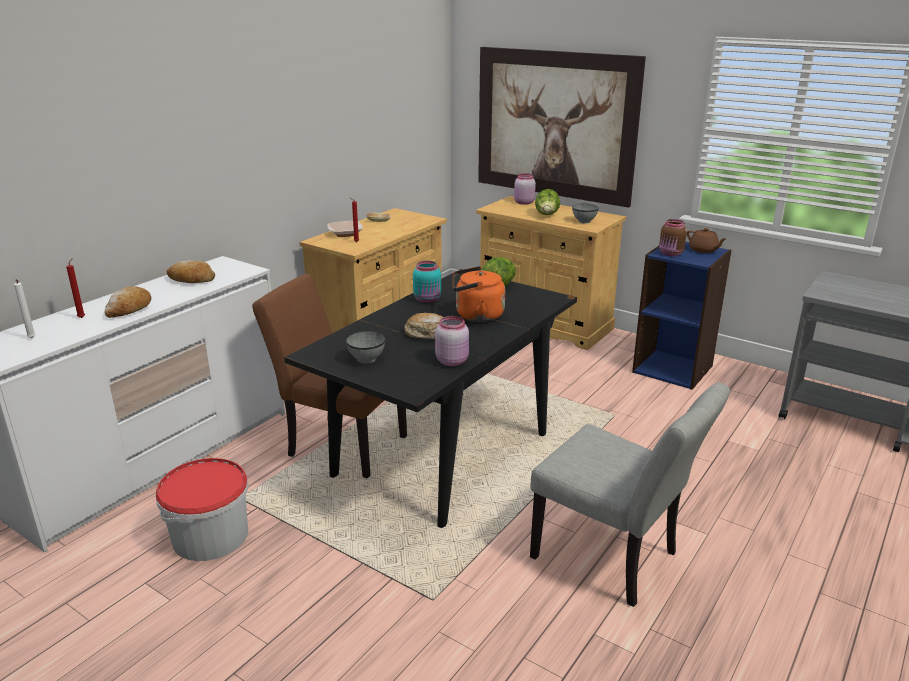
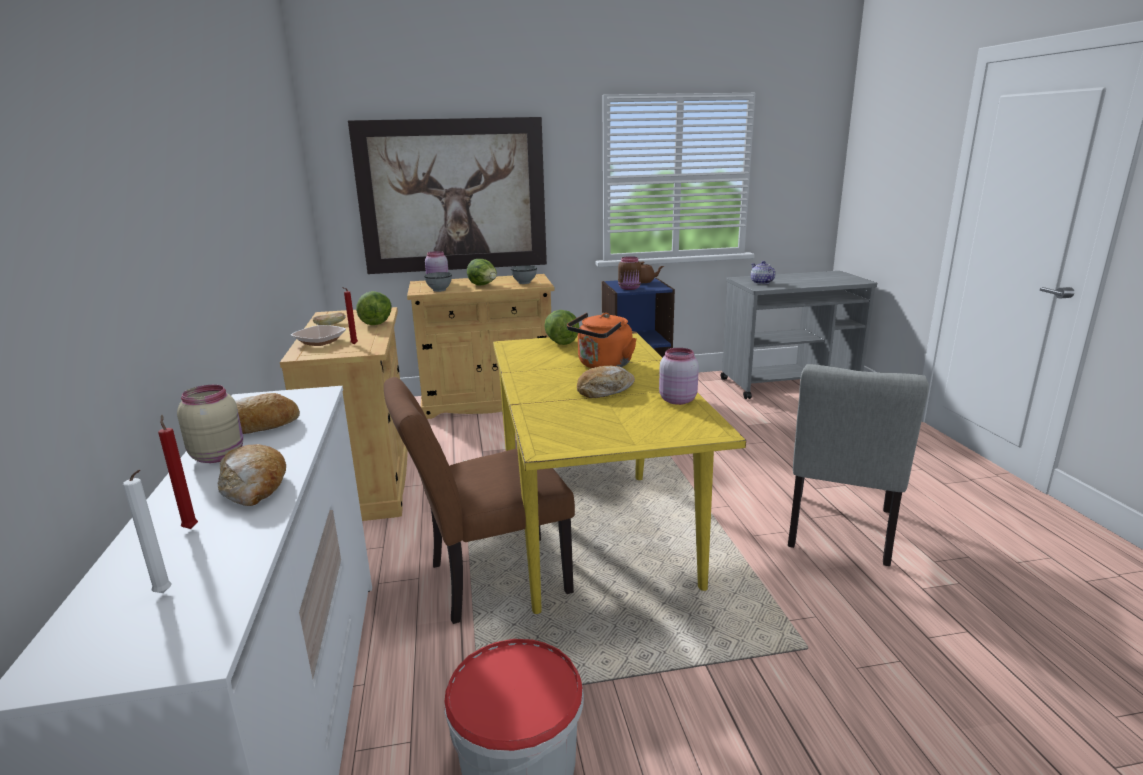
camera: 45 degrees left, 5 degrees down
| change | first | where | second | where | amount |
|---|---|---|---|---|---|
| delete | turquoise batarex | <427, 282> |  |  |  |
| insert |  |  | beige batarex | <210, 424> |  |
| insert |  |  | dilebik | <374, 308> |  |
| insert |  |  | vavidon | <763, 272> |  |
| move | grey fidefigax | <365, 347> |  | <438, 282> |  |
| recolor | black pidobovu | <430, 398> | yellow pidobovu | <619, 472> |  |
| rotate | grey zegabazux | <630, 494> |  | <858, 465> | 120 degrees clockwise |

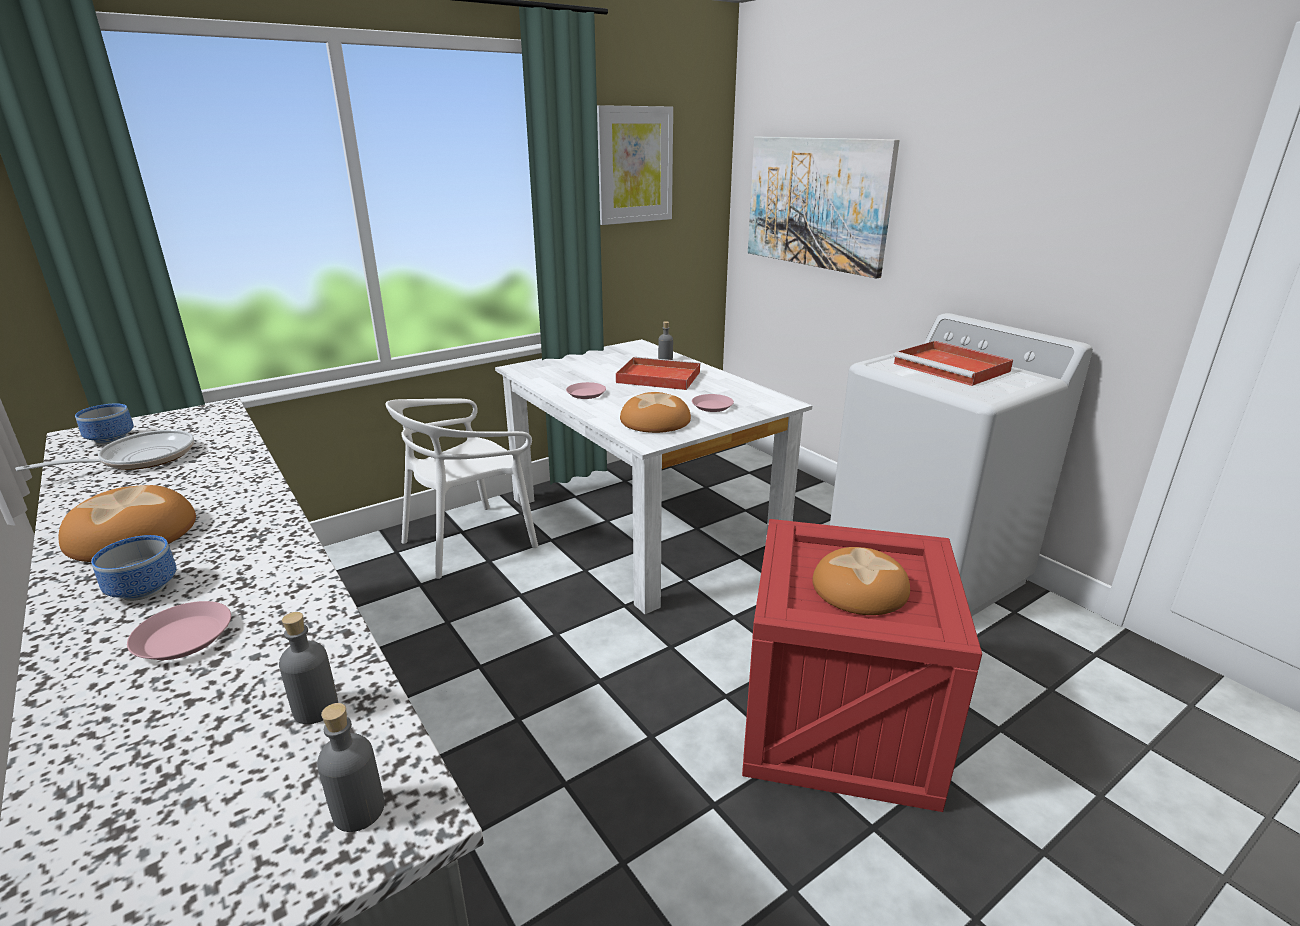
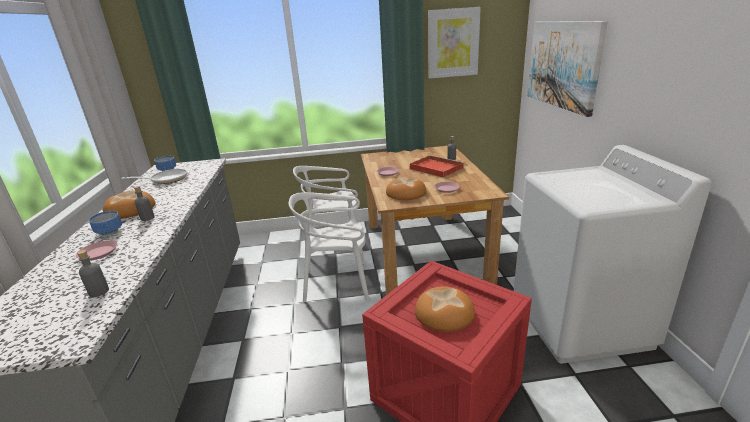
camera: 30 degrees right, 0 degrees up
| change | first | where | second | where | amount |
|---|---|---|---|---|---|
| delete | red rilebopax | <953, 363> |  |  |  |
| insert |  |  | white zegabazux | <329, 247> |  |
| move | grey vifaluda | <351, 767> |  | <144, 203> |  |
| recolor | white pidobovu | <653, 476> | brown pidobovu | <435, 220> |  |

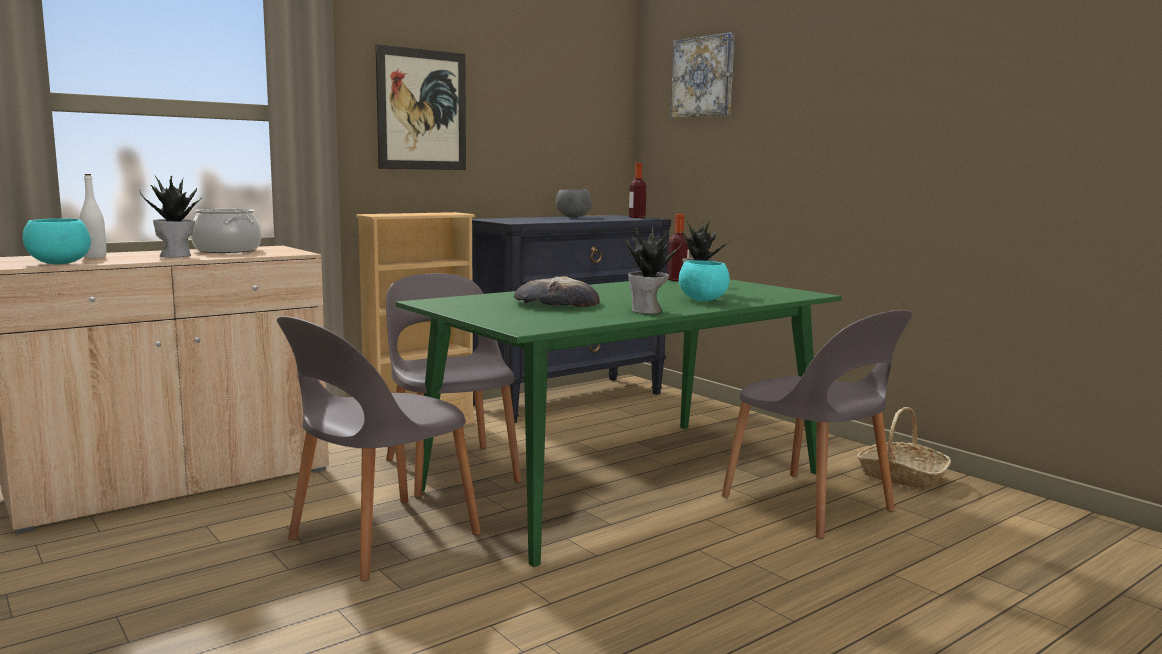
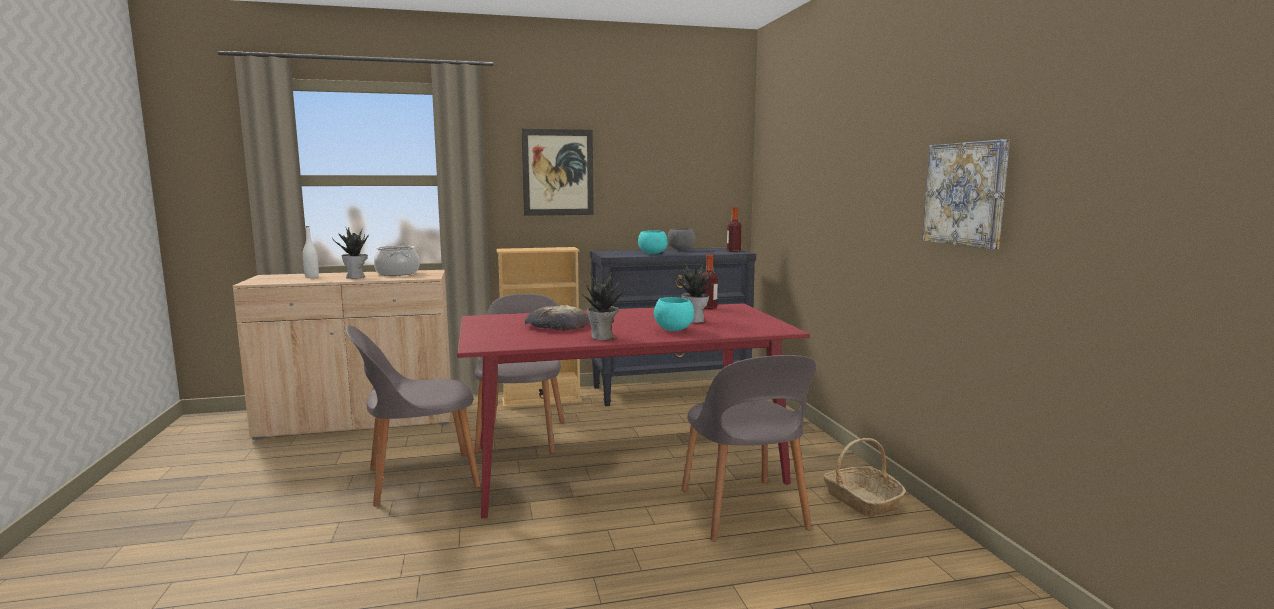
camera: 25 degrees right, 0 degrees up
| change | first | where | second | where | amount |
|---|---|---|---|---|---|
| move | turquoise fidefigax | <57, 241> |  | <653, 242> |  |
| move | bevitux | <702, 75> |  | <966, 194> |  |
| recolor | green pidobovu | <619, 423> | red pidobovu | <633, 411> |  |

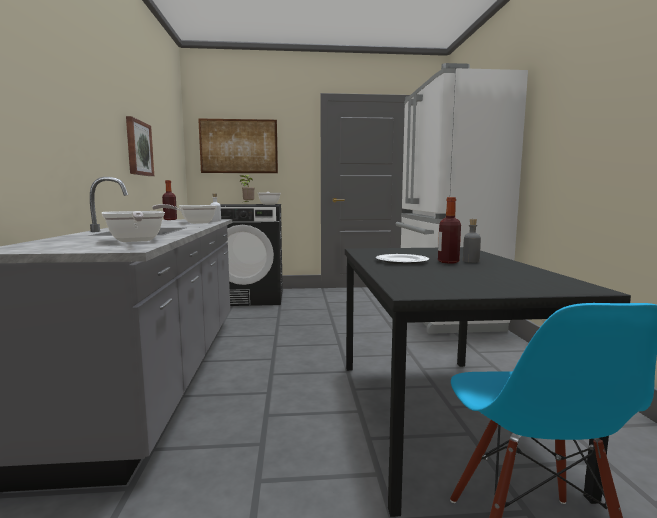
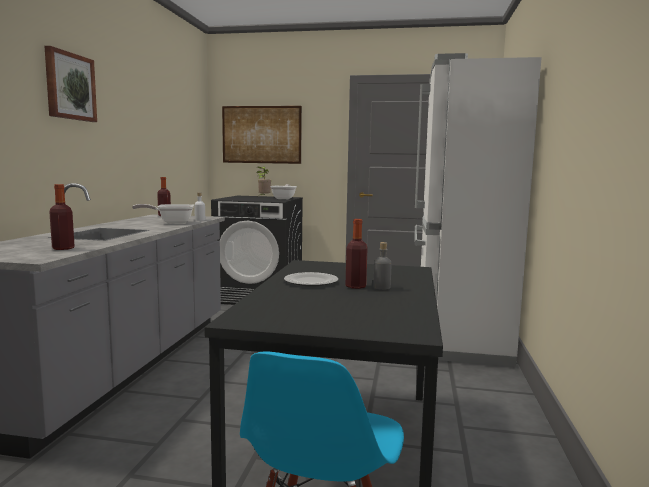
camera: 15 degrees right, 0 degrees up
| change | first | where | second | where | amount |
|---|---|---|---|---|---|
| move | bevitux | <140, 146> |  | <70, 84> |  |
| replace | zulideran | <133, 226> | vifaluda | <62, 217> |  |

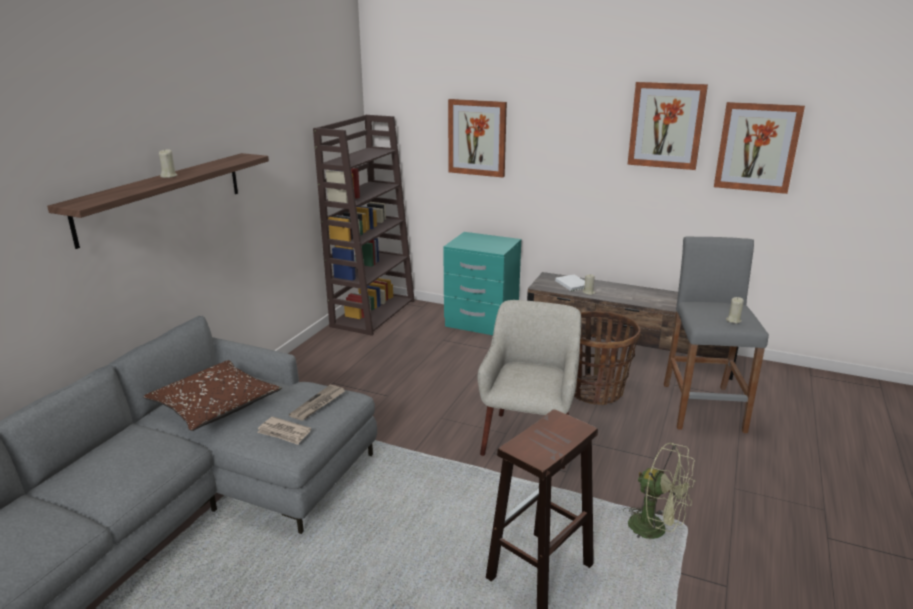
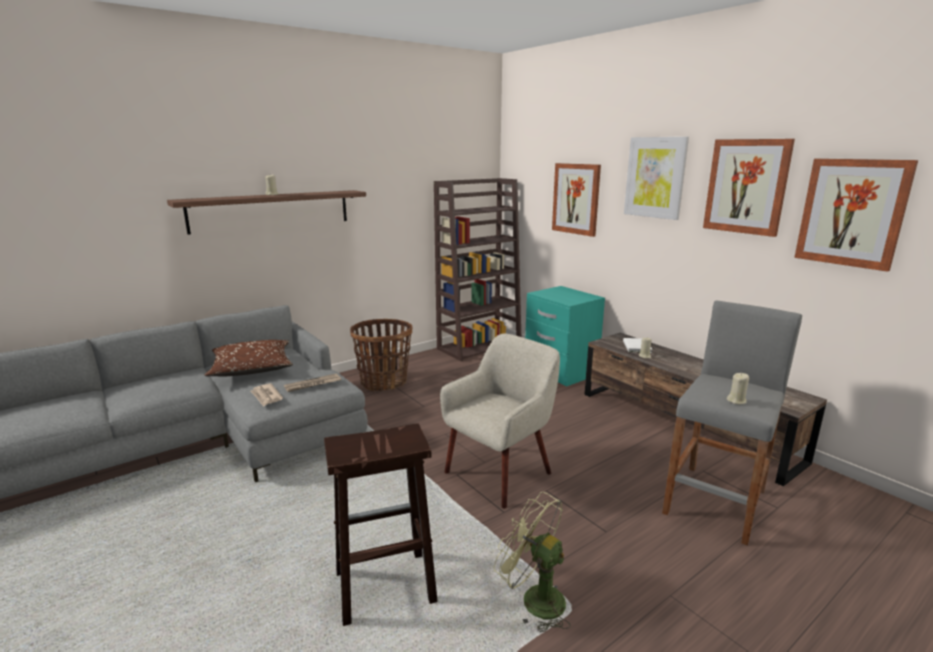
camera: 30 degrees right, 5 degrees down
| change | first | where | second | where | amount |
|---|---|---|---|---|---|
| insert |  |  | bevitux | <656, 178> |  |
| move | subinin | <607, 358> |  | <381, 355> |  |
| rotate | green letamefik | <659, 491> |  | <532, 562> | 150 degrees clockwise |

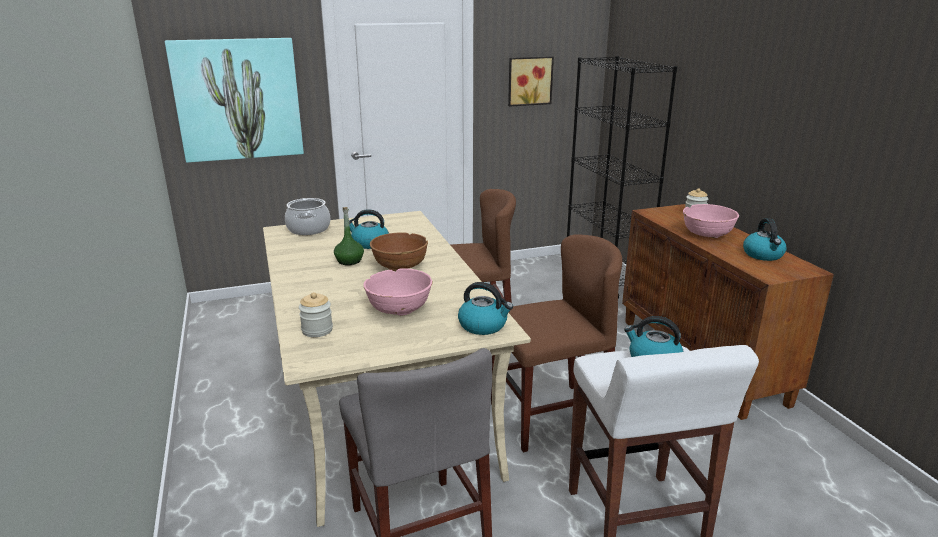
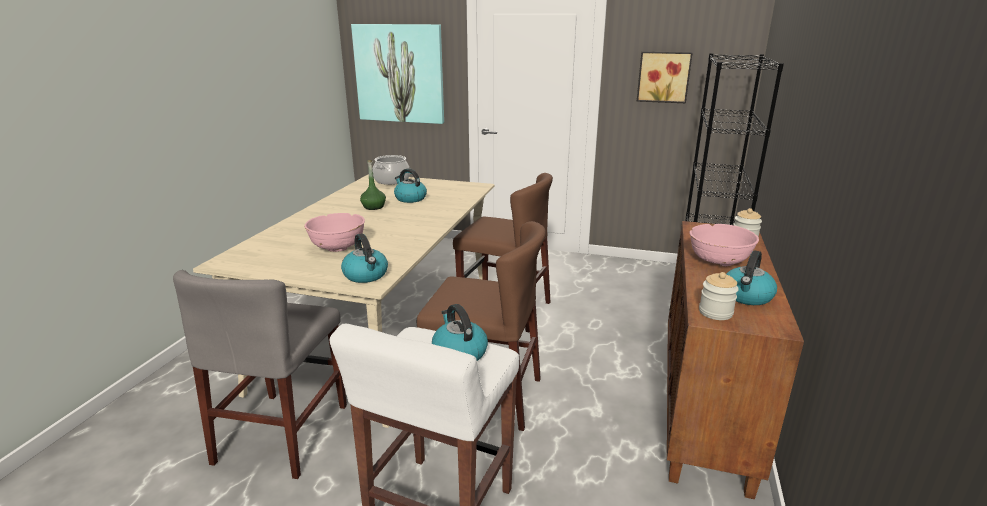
camera: 35 degrees right, 0 degrees up
| change | first | where | second | where | amount |
|---|---|---|---|---|---|
| delete | brown fidefigax | <399, 251> |  |  |  |
| move | batarex | <316, 314> |  | <719, 296> |  |

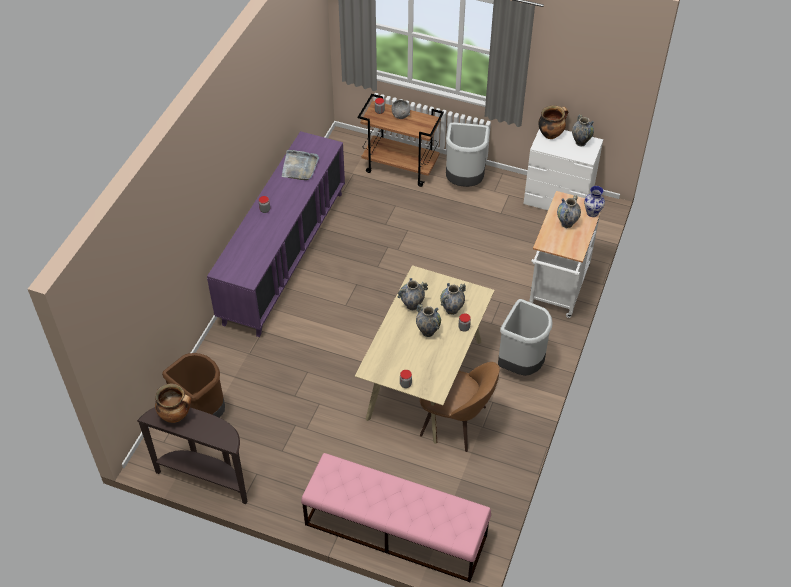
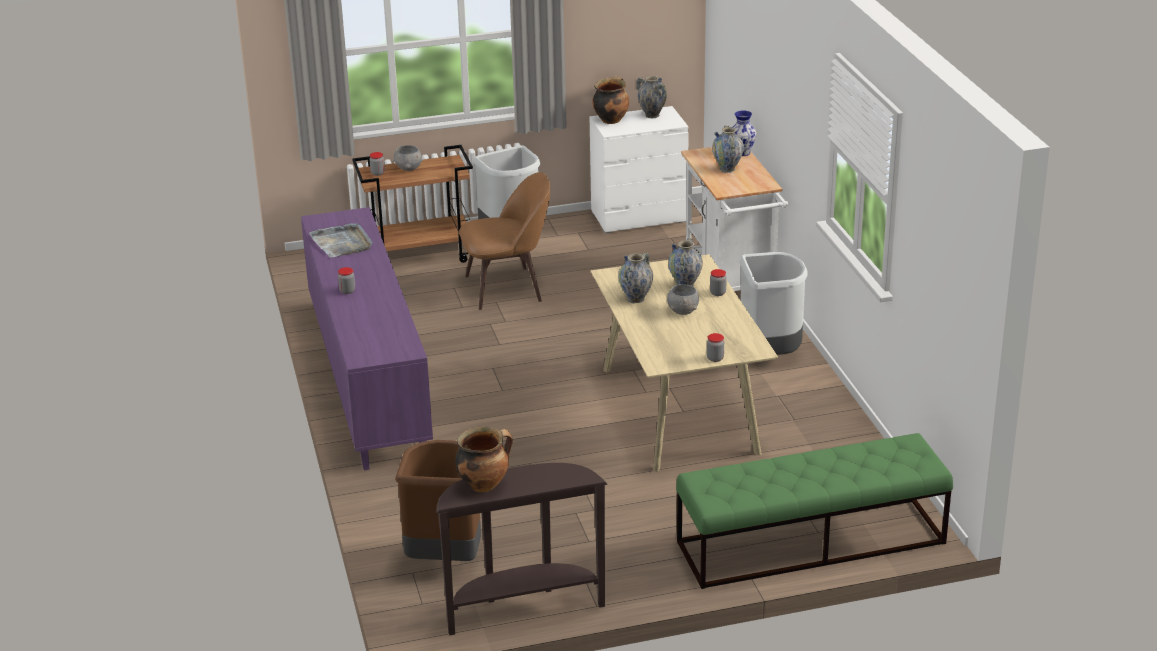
camera: 35 degrees left, 20 degrees down
| change | first | where | second | where | amount |
|---|---|---|---|---|---|
| move | brown zegabazux | <460, 407> |  | <504, 241> |  |
| replace | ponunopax | <428, 320> | grey fidefigax | <683, 299> |  |
| recolor | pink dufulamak | <396, 517> | green dufulamak | <814, 511> |  |

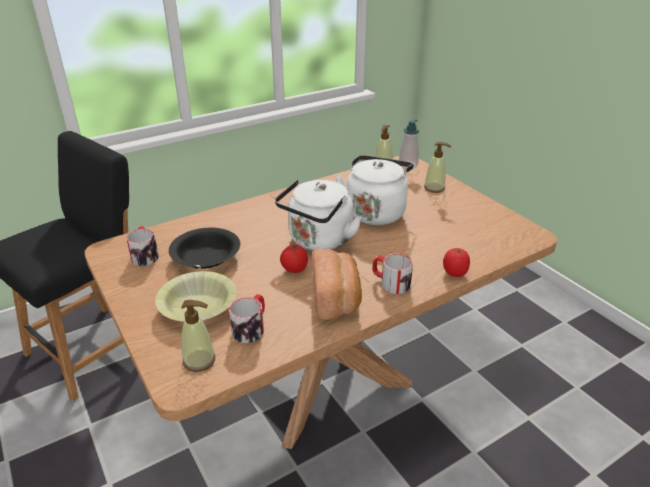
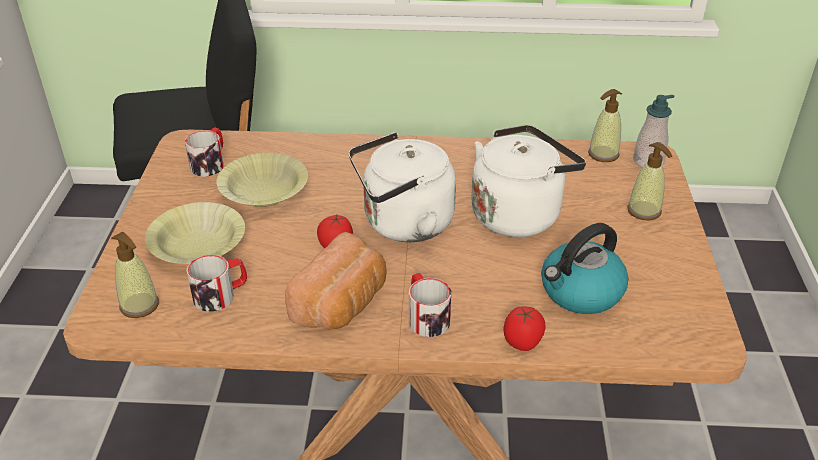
camera: 35 degrees right, 5 degrees up
| change | first | where | second | where | amount |
|---|---|---|---|---|---|
| insert |  |  | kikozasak | <584, 268> |  |
| recolor | black fidefigax | <204, 248> | yellow fidefigax | <262, 180> |  |

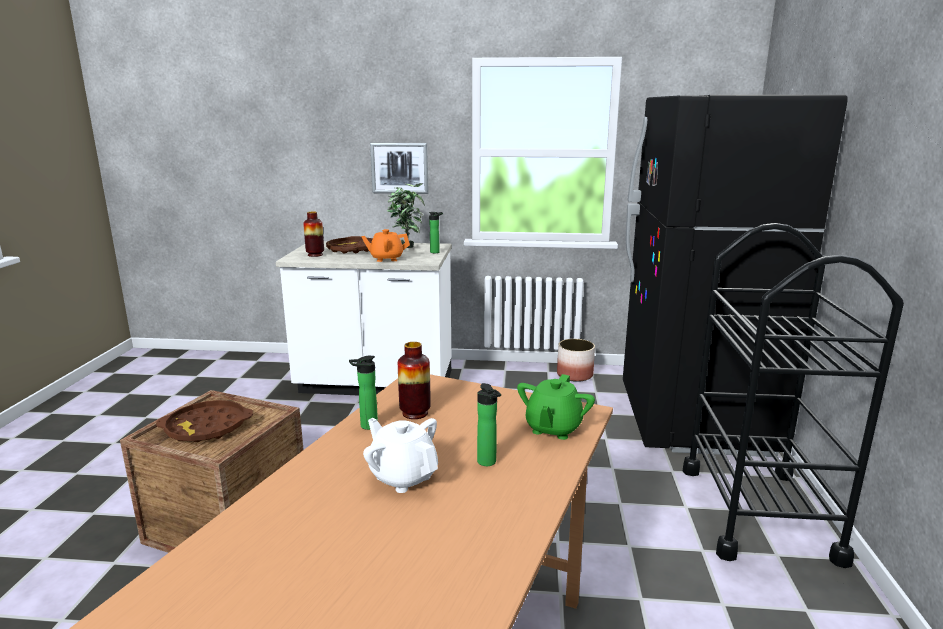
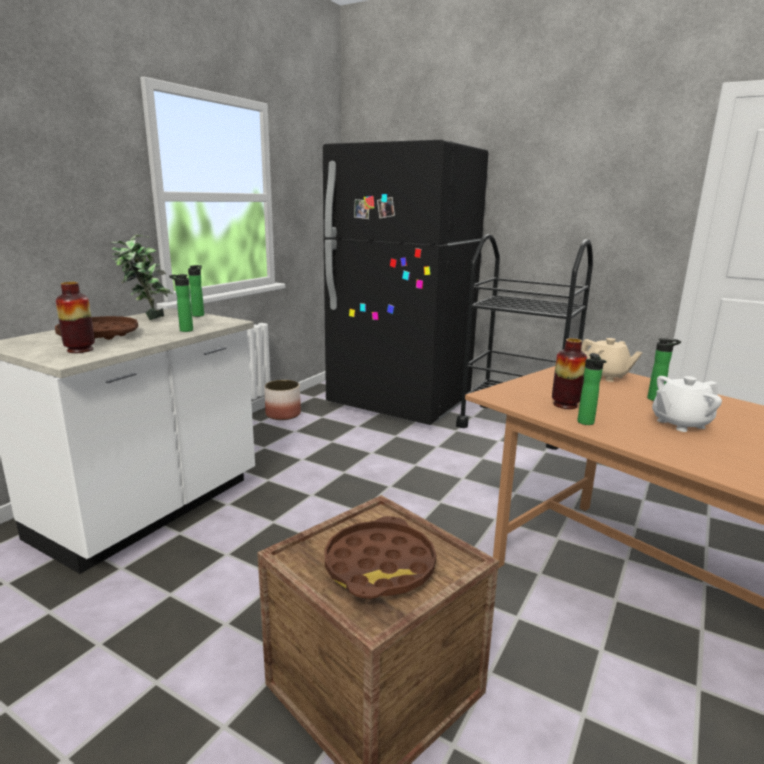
camera: 65 degrees left, 0 degrees up
| change | first | where | second | where | amount |
|---|---|---|---|---|---|
| delete | bevitux | <399, 168> |  |  |  |
| replace | orange vavidon | <385, 245> | vifaluda | <181, 303> |  |
| recolor | green vavidon | <556, 407> | beige vavidon | <612, 360> |  |

